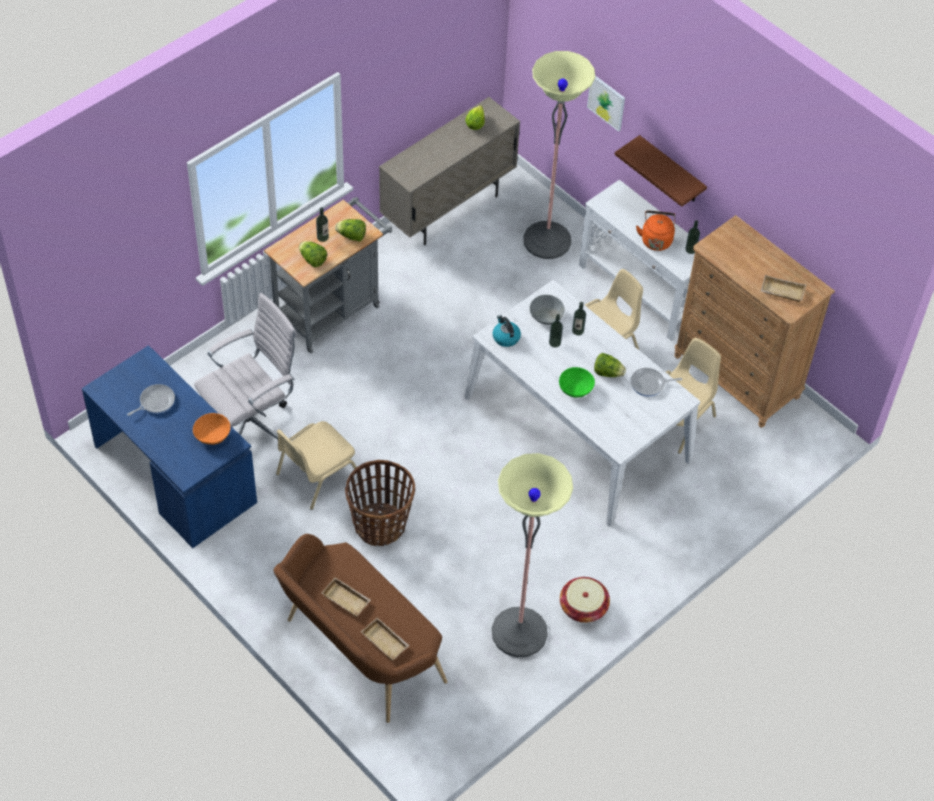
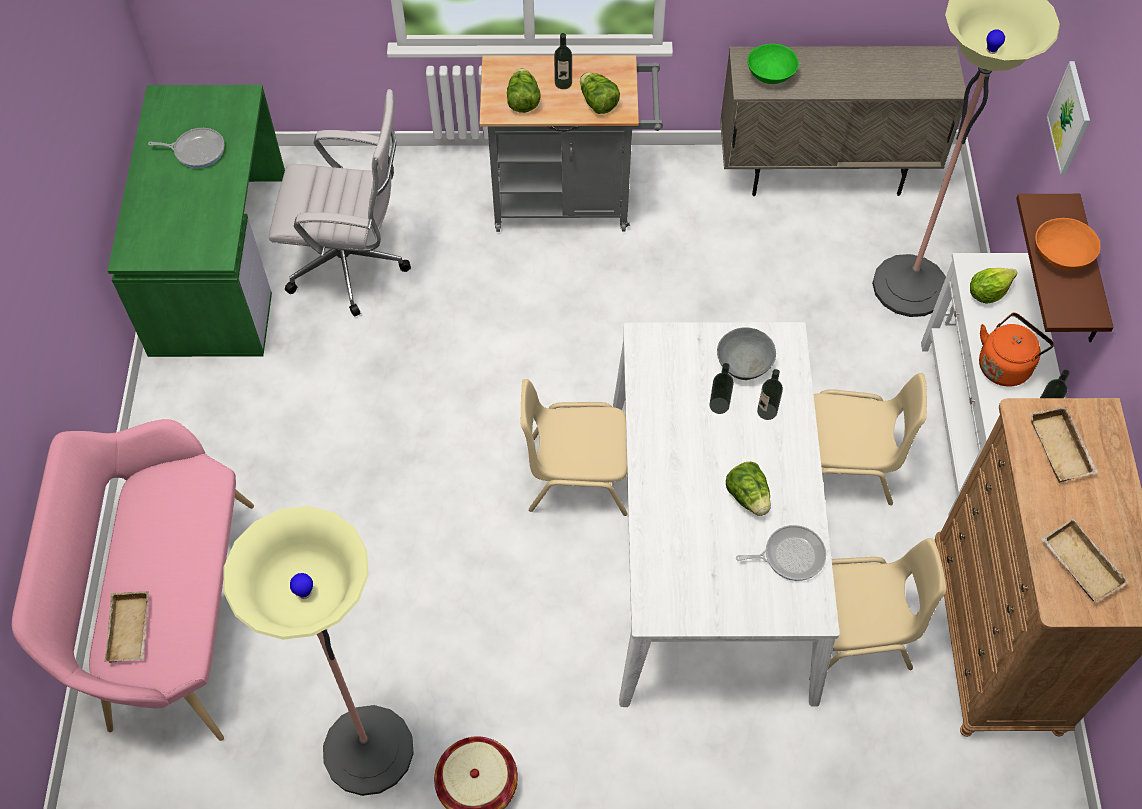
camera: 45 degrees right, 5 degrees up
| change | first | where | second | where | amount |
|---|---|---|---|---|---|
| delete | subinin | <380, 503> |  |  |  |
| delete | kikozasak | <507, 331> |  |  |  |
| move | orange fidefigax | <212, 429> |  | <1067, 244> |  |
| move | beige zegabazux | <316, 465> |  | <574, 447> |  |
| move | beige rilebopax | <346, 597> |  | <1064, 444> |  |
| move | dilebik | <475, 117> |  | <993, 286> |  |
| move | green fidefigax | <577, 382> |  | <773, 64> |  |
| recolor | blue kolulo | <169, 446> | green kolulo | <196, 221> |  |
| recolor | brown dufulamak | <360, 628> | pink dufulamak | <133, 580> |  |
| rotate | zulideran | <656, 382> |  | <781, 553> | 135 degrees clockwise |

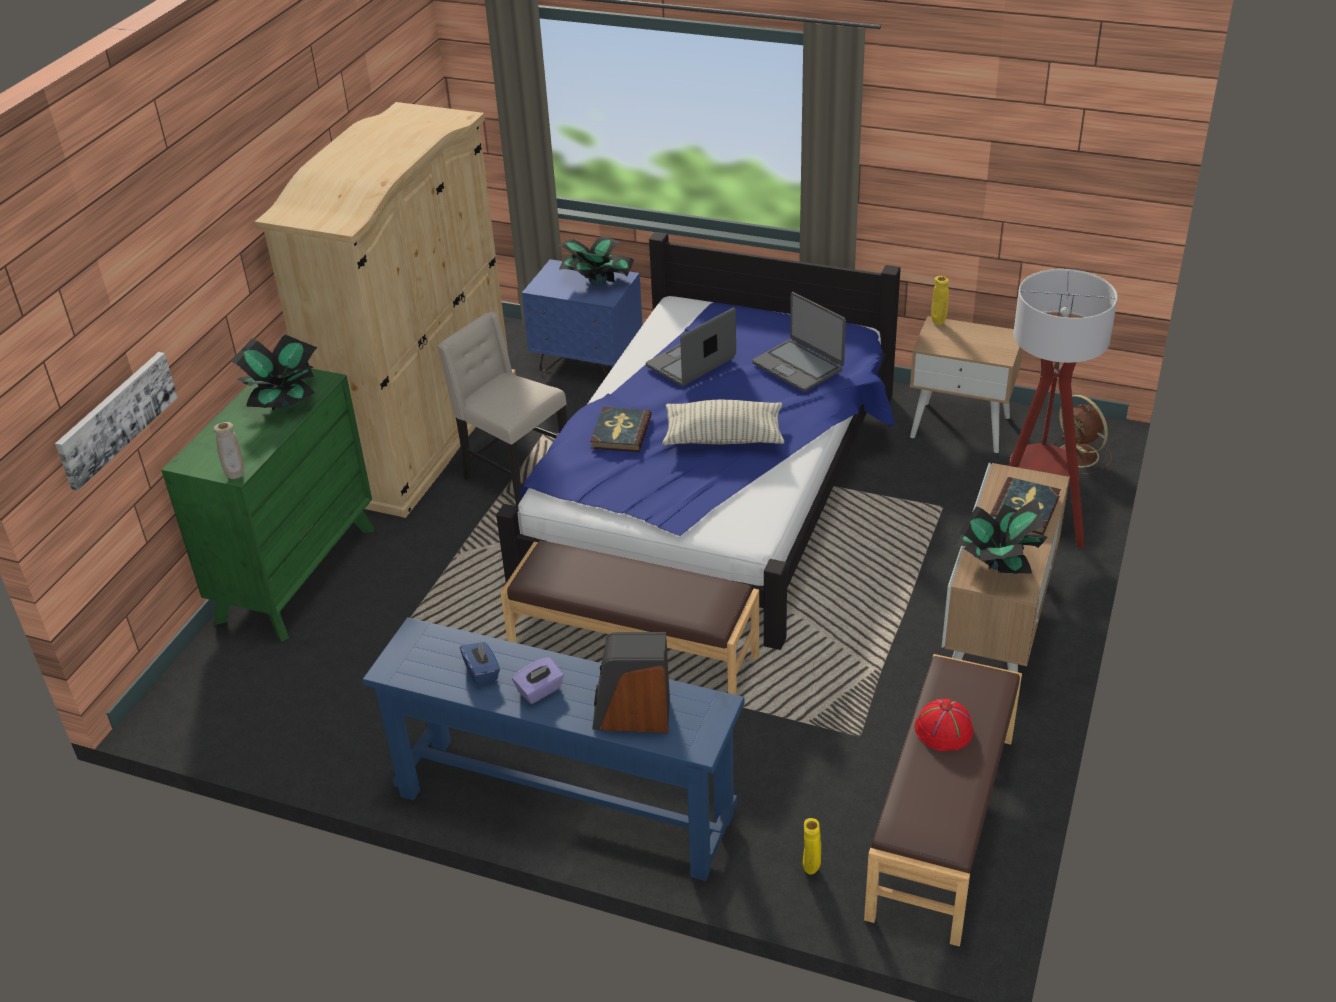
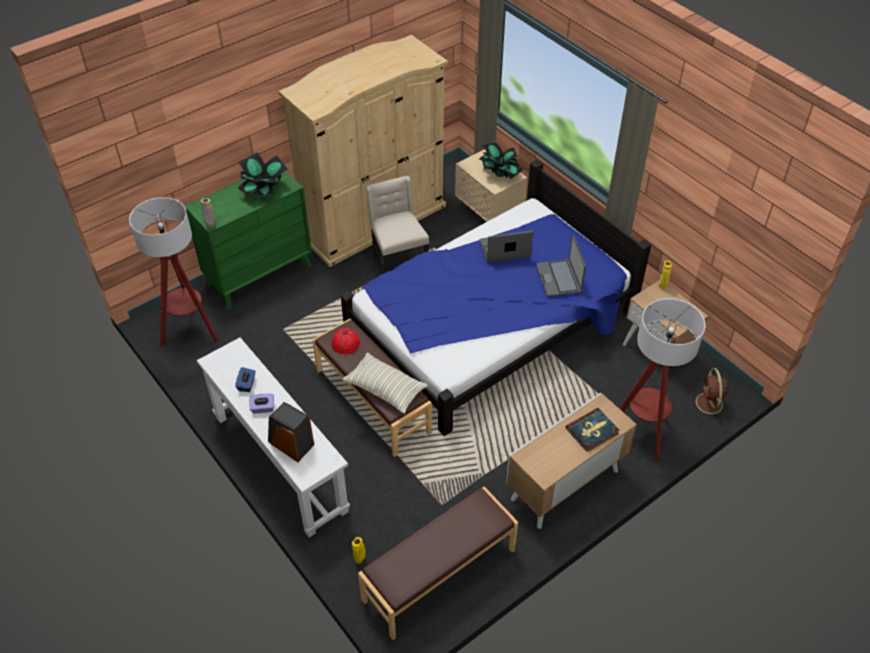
camera: 30 degrees right, 10 degrees up
| change | first | where | second | where | amount |
|---|---|---|---|---|---|
| delete | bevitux | <116, 421> |  |  |  |
| delete | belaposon | <621, 429> |  |  |  |
| delete | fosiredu | <1001, 537> |  |  |  |
| insert |  |  | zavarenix | <174, 271> |  |
| move | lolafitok | <723, 422> |  | <385, 383> |  |
| move | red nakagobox | <943, 725> |  | <346, 341> |  |
| recolor | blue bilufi | <553, 749> | white bilufi | <273, 437> |  |
| recolor | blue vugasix | <582, 317> | beige vugasix | <491, 185> |  |

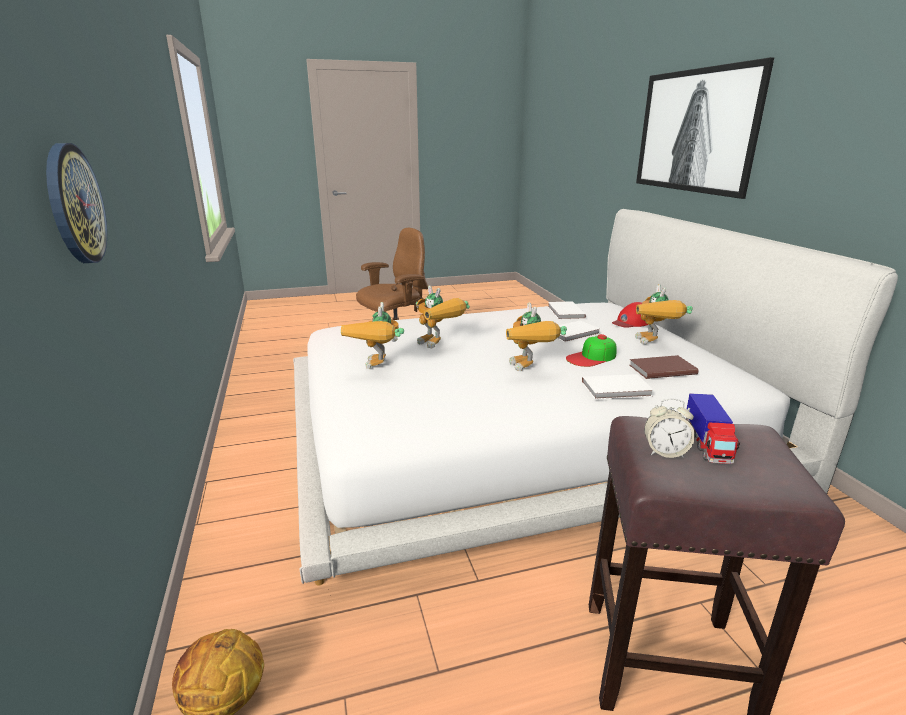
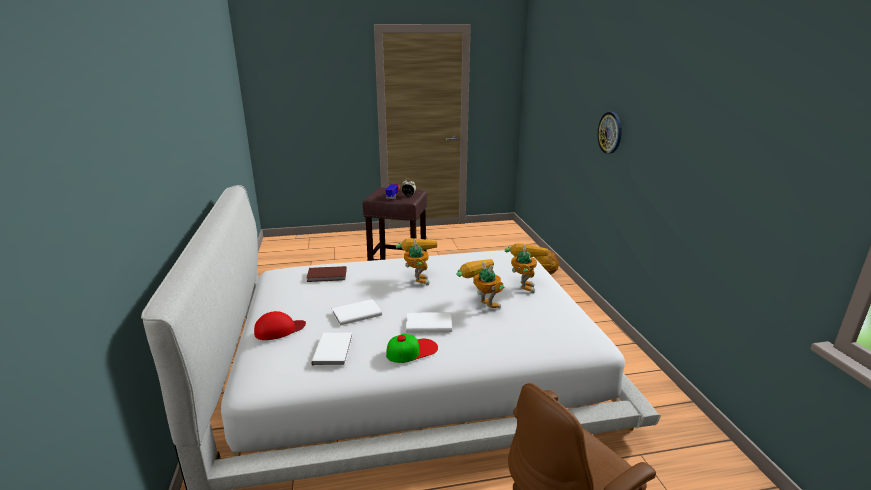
camera: 175 degrees left, 0 degrees up
| change | first | where | second | where | amount |
|---|---|---|---|---|---|
| delete | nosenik | <664, 314> |  |  |  |
| delete | bevitux | <705, 128> |  |  |  |
| move | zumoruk | <591, 350> |  | <412, 348> |  |
| move | white belaposon | <617, 386> |  | <429, 323> |  |

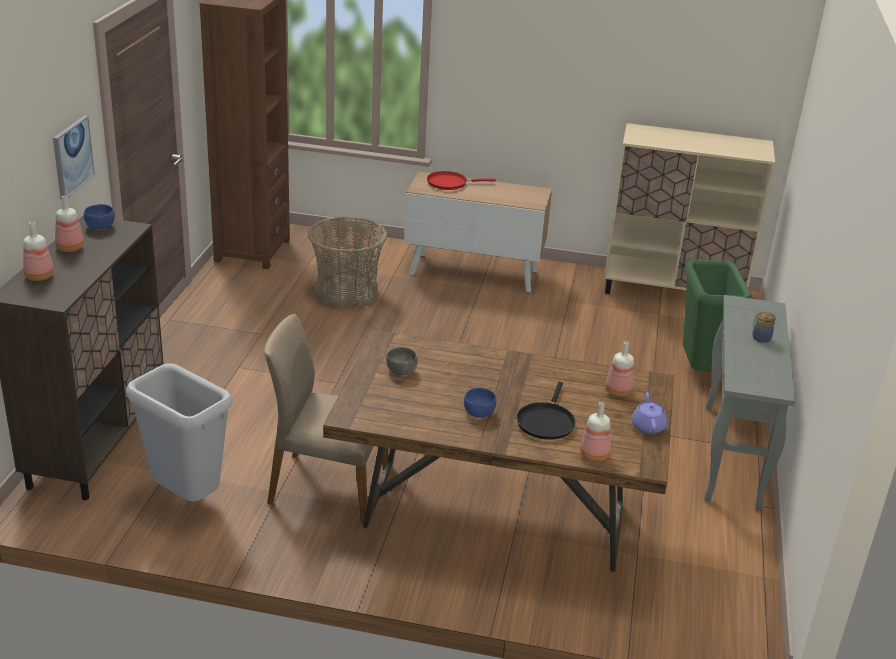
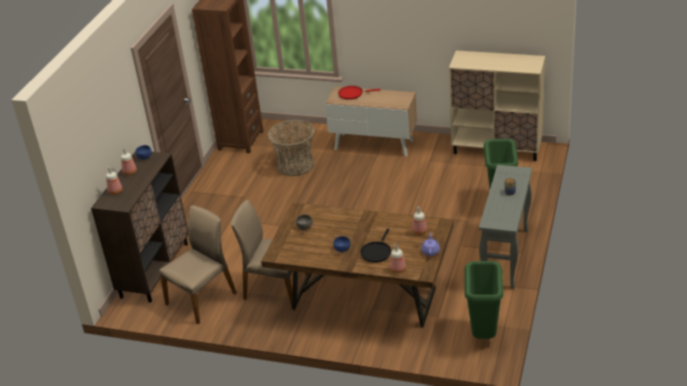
camera: 10 degrees right, 5 degrees up
| change | first | where | second | where | amount |
|---|---|---|---|---|---|
| delete | bevitux | <74, 157> |  |  |  |
| insert |  |  | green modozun | <483, 300> |  |
| replace | grey modozun | <179, 432> | beige zegabazux | <198, 264> |  |

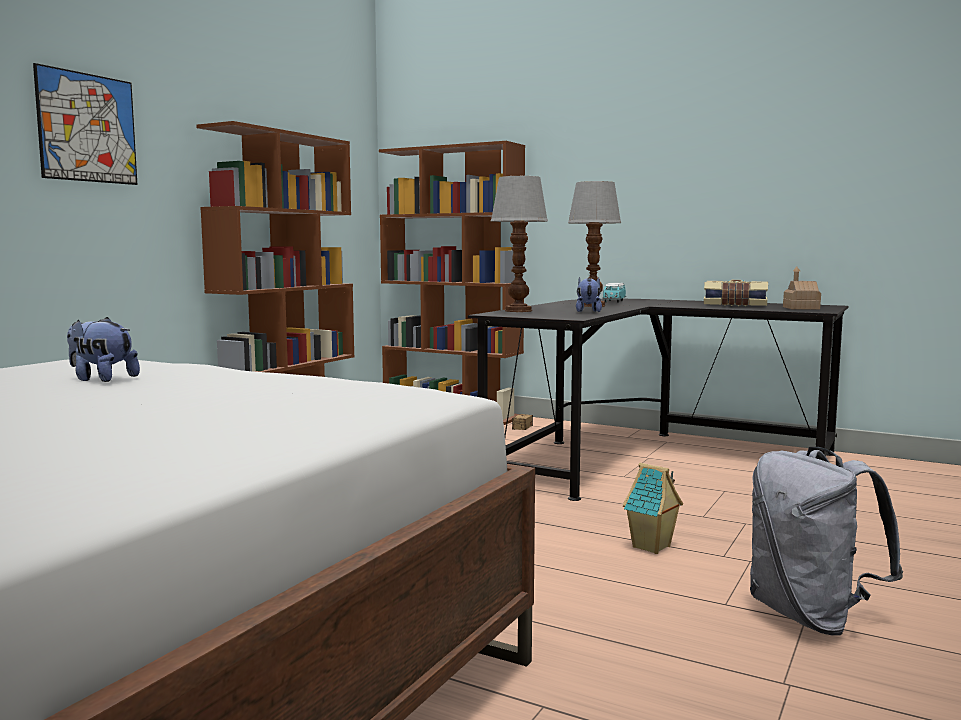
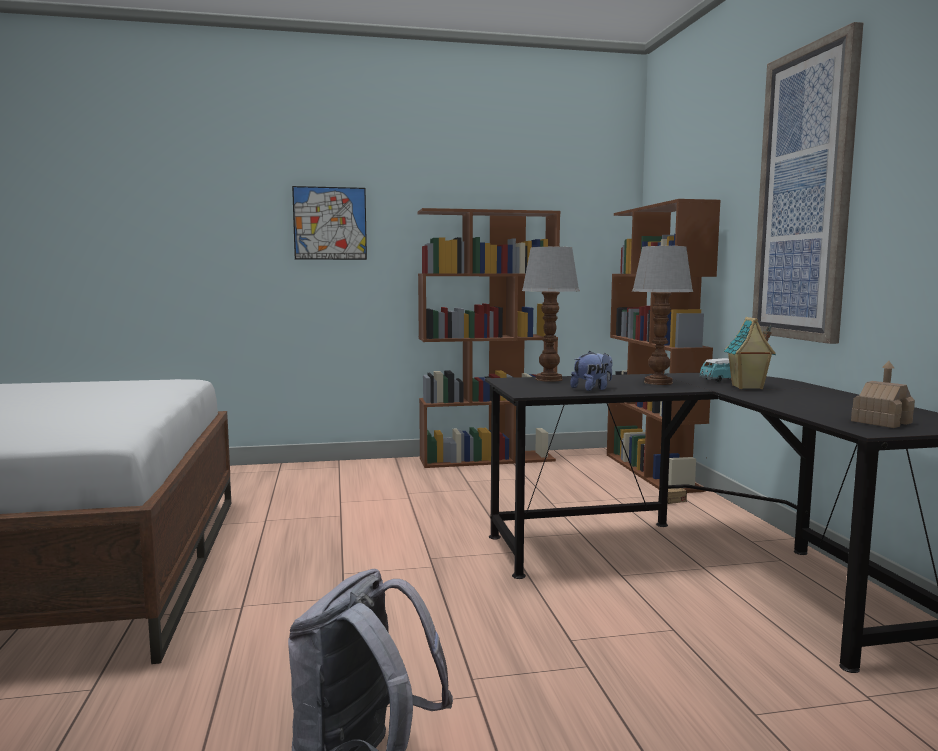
camera: 50 degrees right, 0 degrees up
| change | first | where | second | where | amount |
|---|---|---|---|---|---|
| delete | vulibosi | <103, 349> |  |  |  |
| delete | belaposon | <736, 293> |  |  |  |
| insert |  |  | bevitux | <807, 183> |  |
| move | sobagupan | <653, 508> |  | <750, 353> |  |

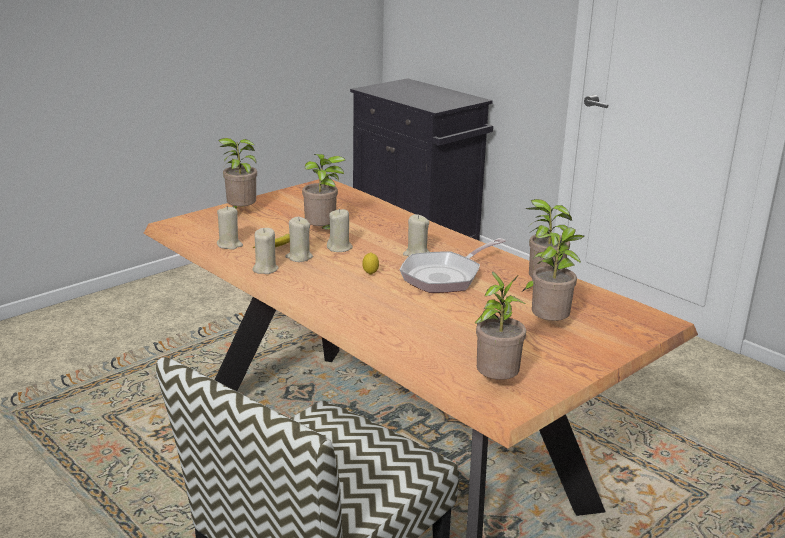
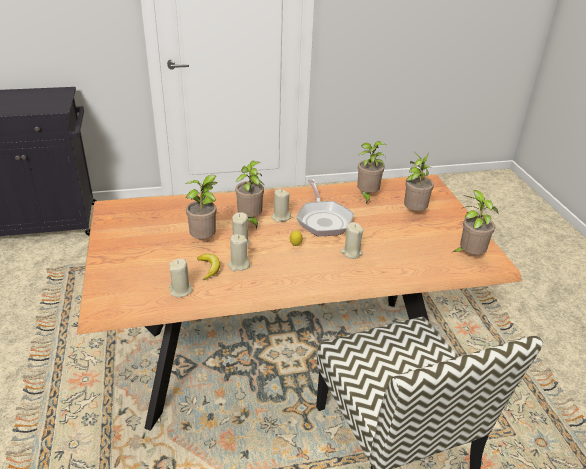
camera: 60 degrees left, 10 degrees up
| change | first | where | second | where | amount |
|---|---|---|---|---|---|
| move | fosiredu | <237, 173> |  | <250, 195> |  |
| move | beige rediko | <265, 251> |  | <352, 240> |  |

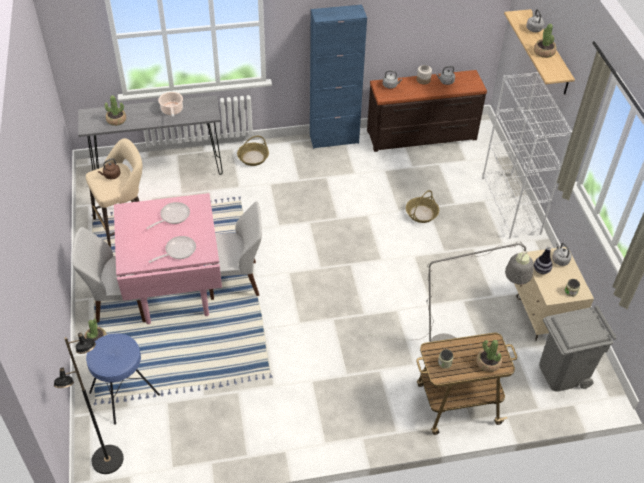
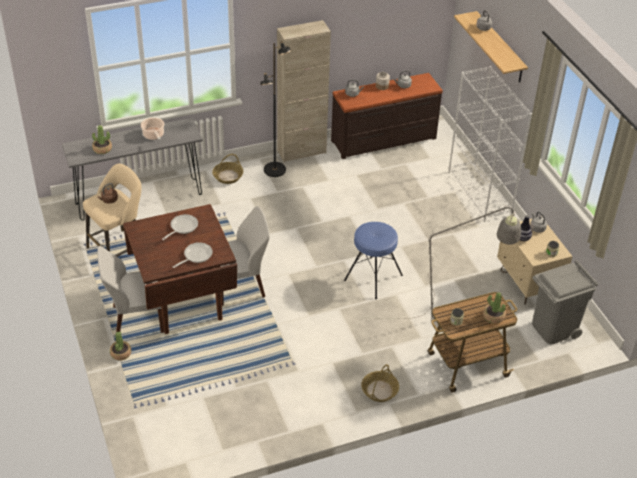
camera: 10 degrees left, 5 degrees down
| change | first | where | second | where | amount |
|---|---|---|---|---|---|
| delete | fosiredu | <545, 41> |  |  |  |
| move | black zavarenix | <89, 403> |  | <276, 109> |  |
| move | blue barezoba | <123, 379> |  | <373, 260> |  |
| move | subinin | <422, 206> |  | <380, 383> |  |
| recolor | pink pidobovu | <168, 258> | brown pidobovu | <180, 269> |  |
| recolor | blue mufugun | <338, 77> | beige mufugun | <304, 91> |  |

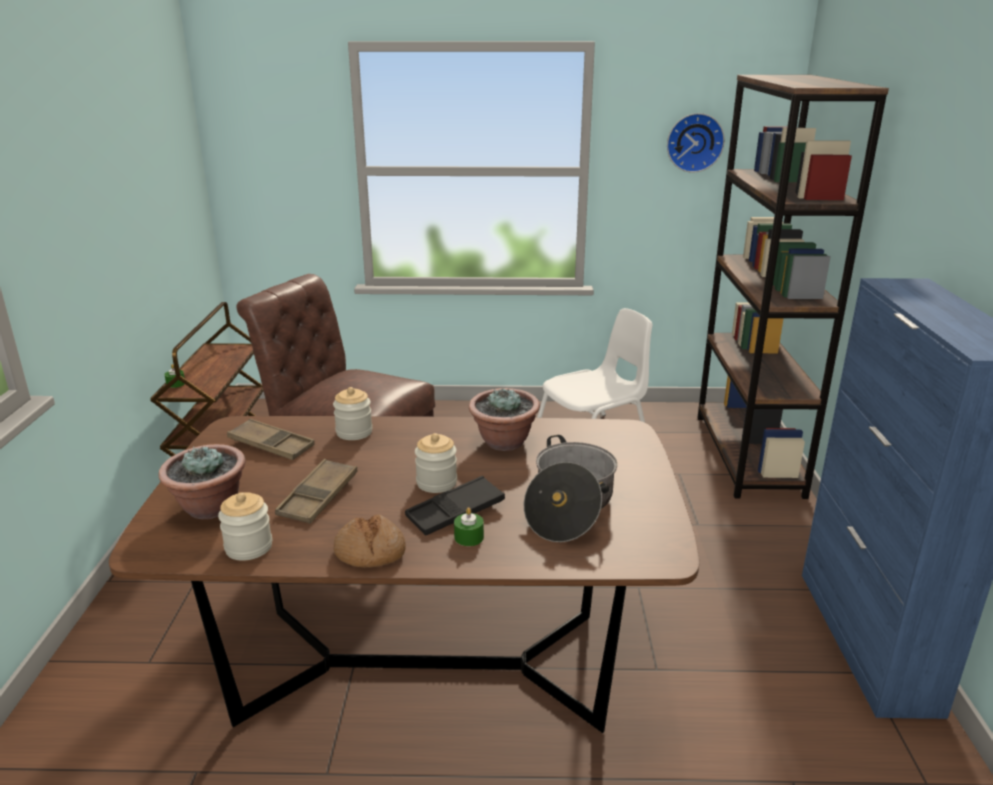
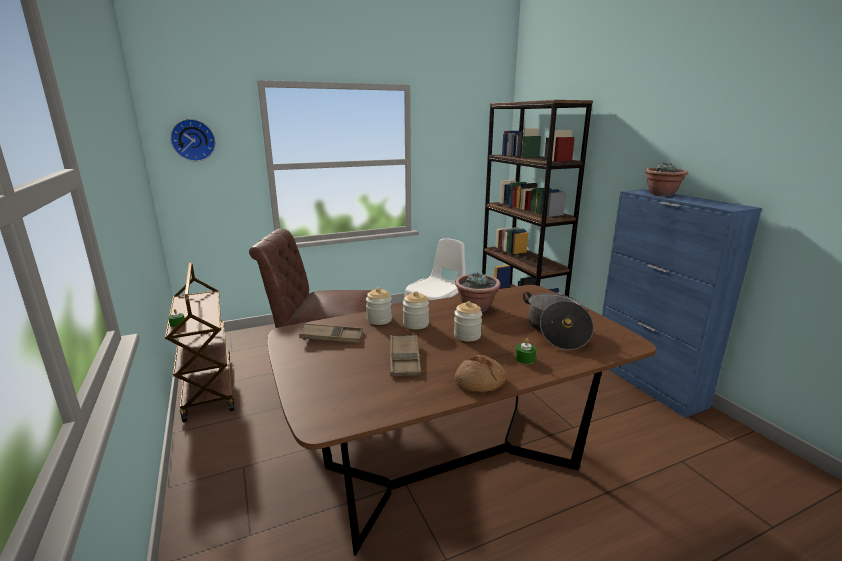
camera: 25 degrees left, 5 degrees down
| change | first | where | second | where | amount |
|---|---|---|---|---|---|
| delete | black rilebopax | <455, 506> |  |  |  |
| move | fosiredu | <202, 481> |  | <666, 179> |  |
| move | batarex | <245, 526> |  | <416, 310> |  |
| move | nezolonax | <696, 143> |  | <193, 140> |  |

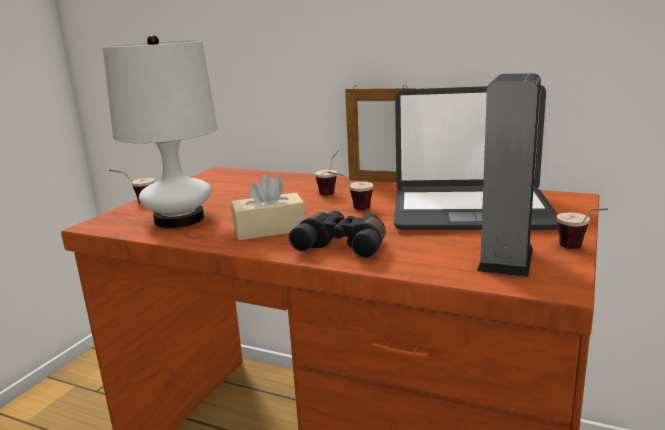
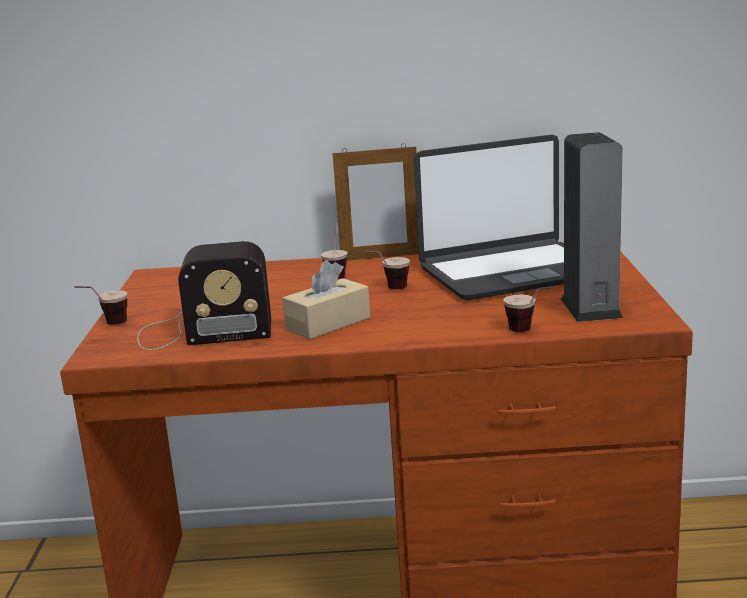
camera: 25 degrees left, 0 degrees up
| change | first | where | second | where | amount |
|---|---|---|---|---|---|
| delete | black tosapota | <337, 234> |  |  |  |
| move | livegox | <582, 228> |  | <529, 309> |  |
| replace | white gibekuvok | <160, 131> | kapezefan | <204, 295> |  |

